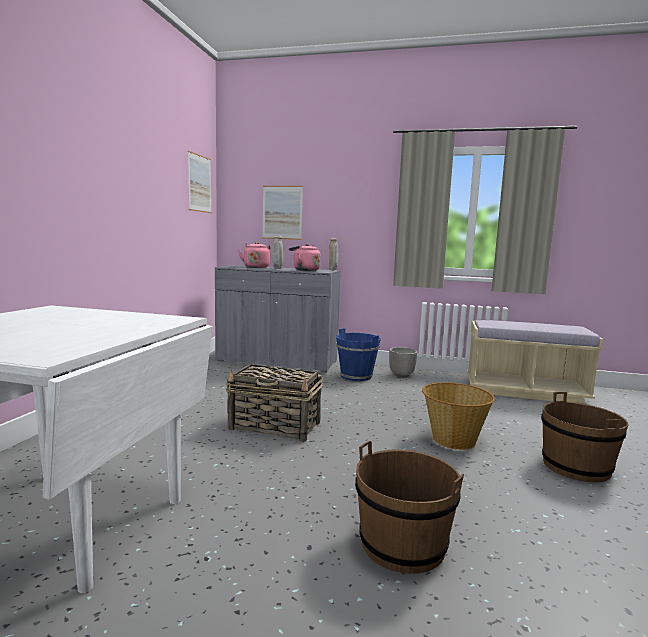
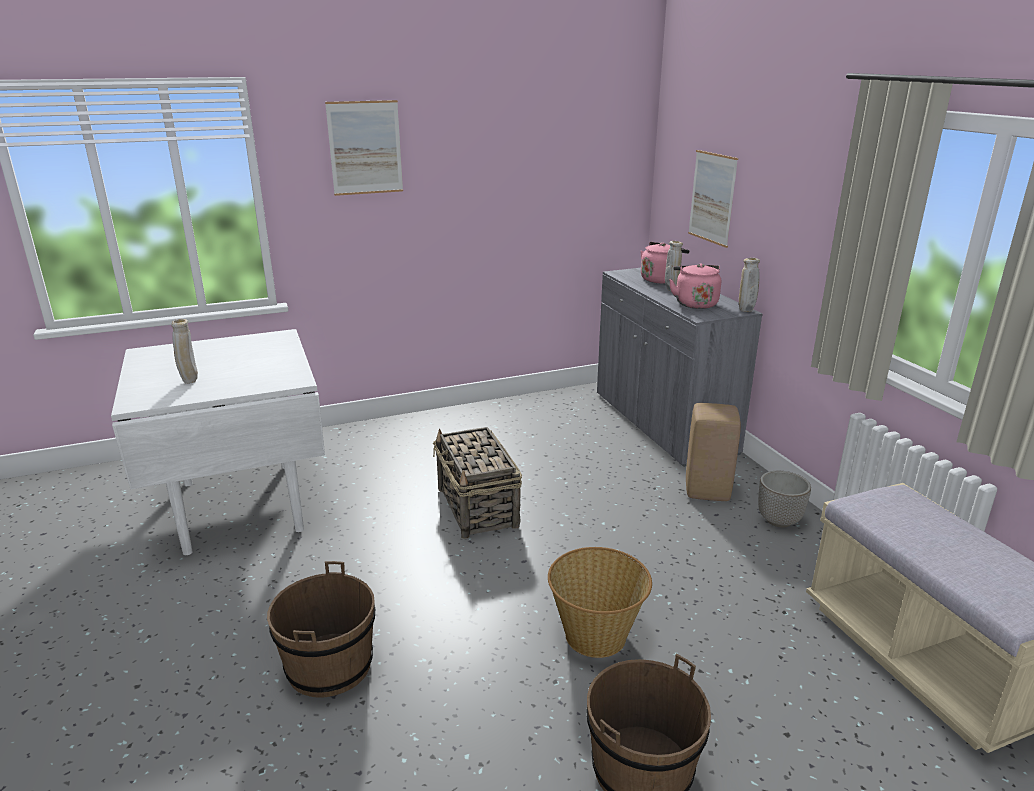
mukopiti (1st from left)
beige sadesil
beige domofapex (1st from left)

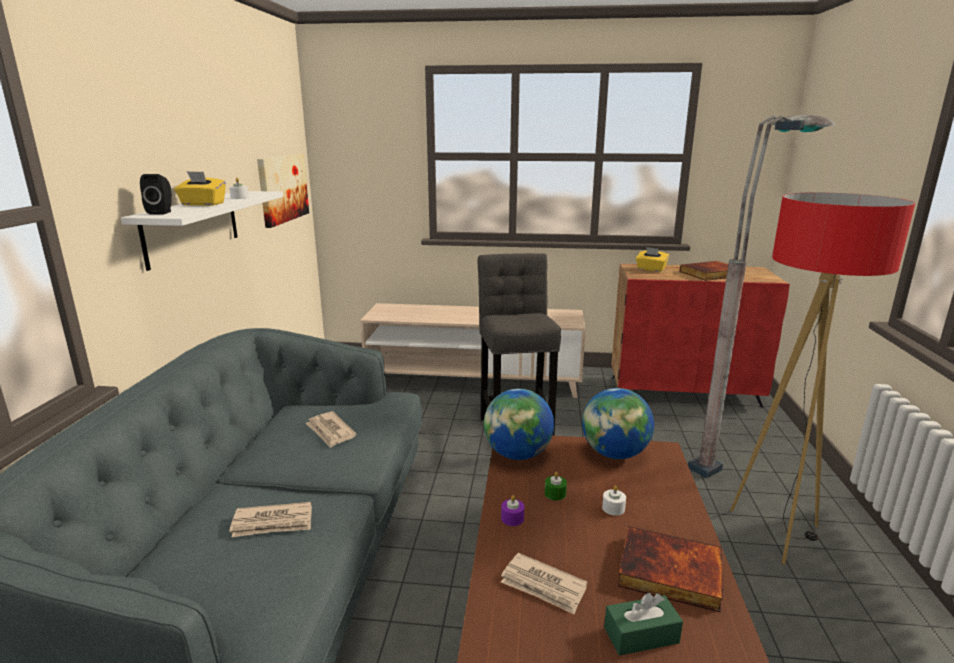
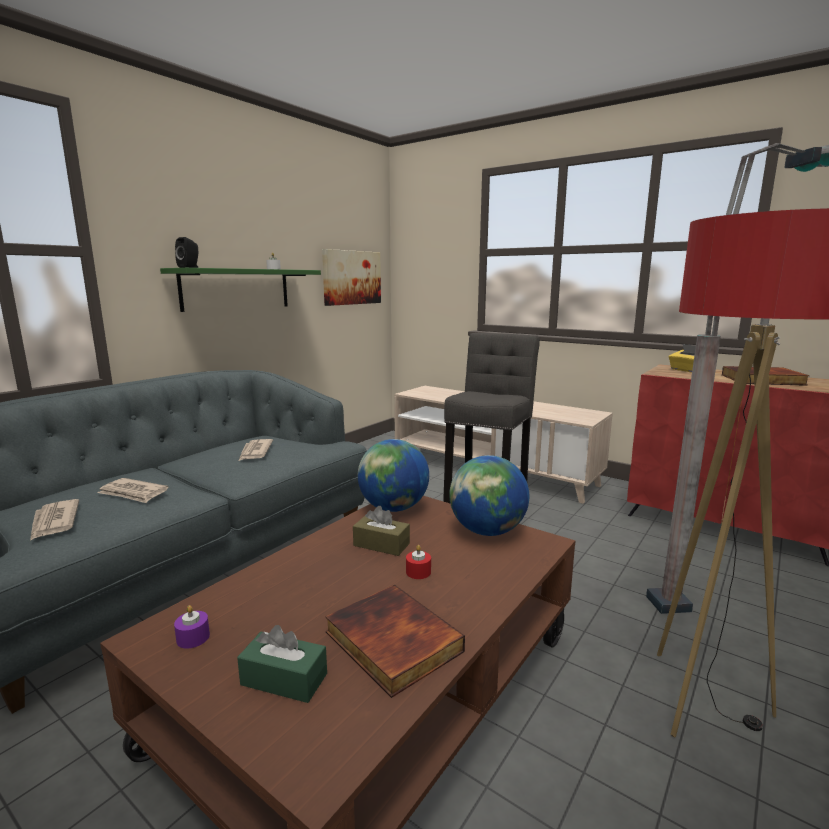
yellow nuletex (1st from left in the first image)
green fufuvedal
brown nuletex
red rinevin
purple rinevin
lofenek (1st from left)

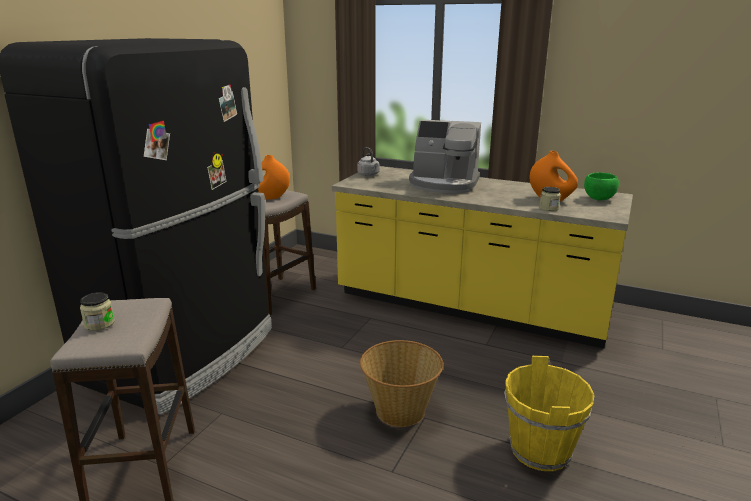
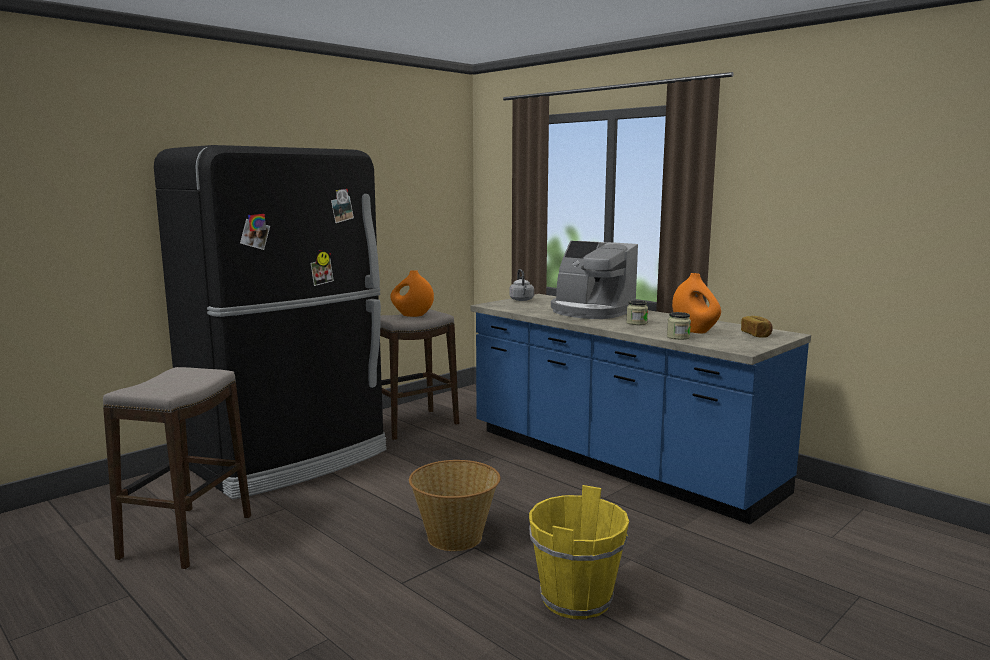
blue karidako
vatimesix
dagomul (1st from left)

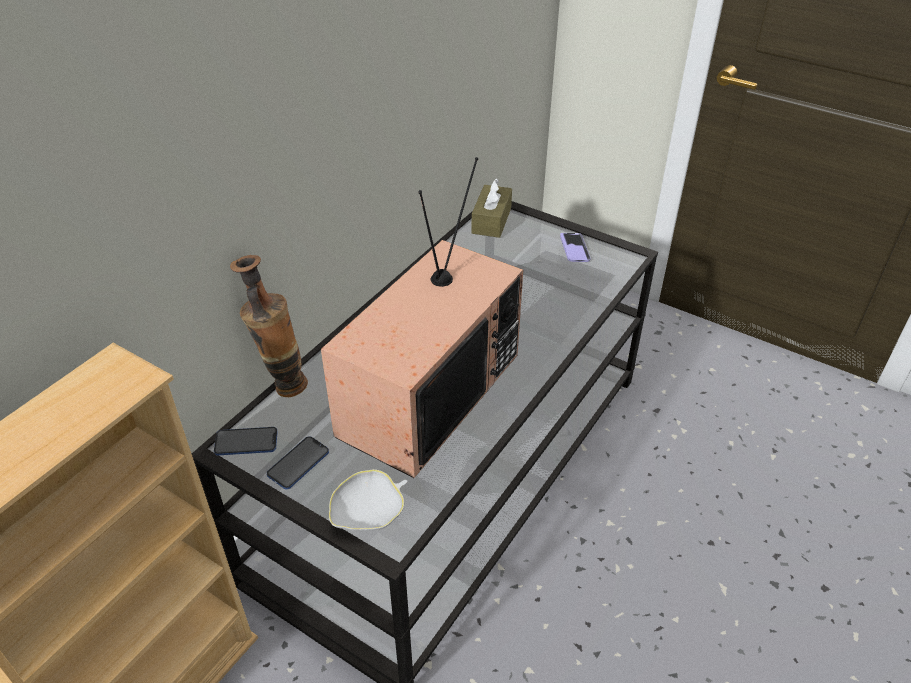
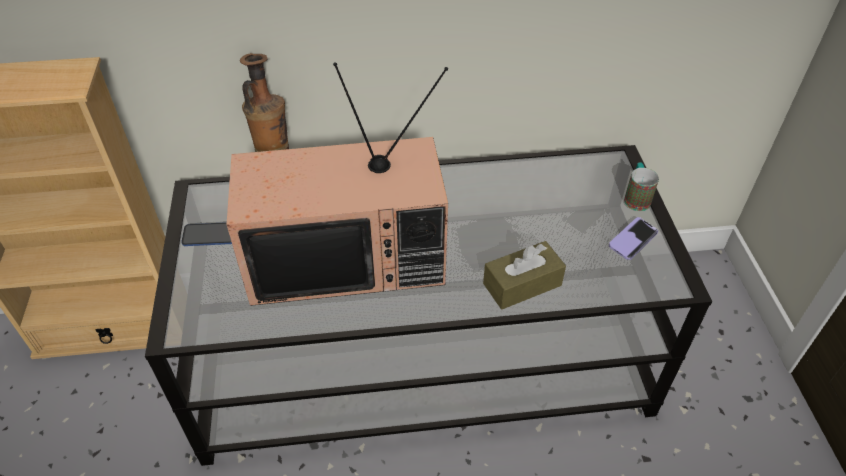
brown nuletex
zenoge (1st from left in the first image)
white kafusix
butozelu

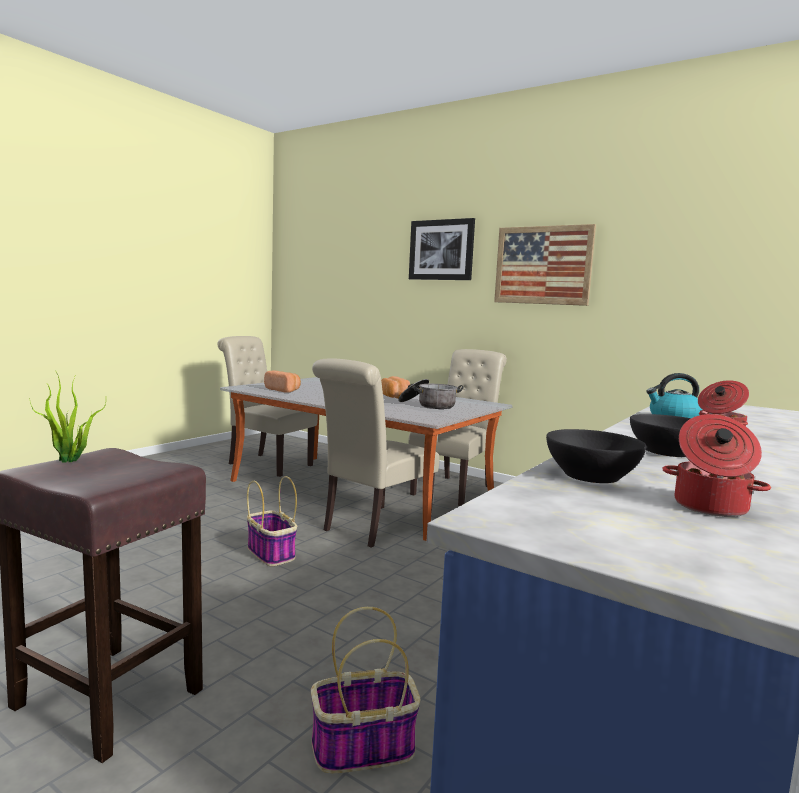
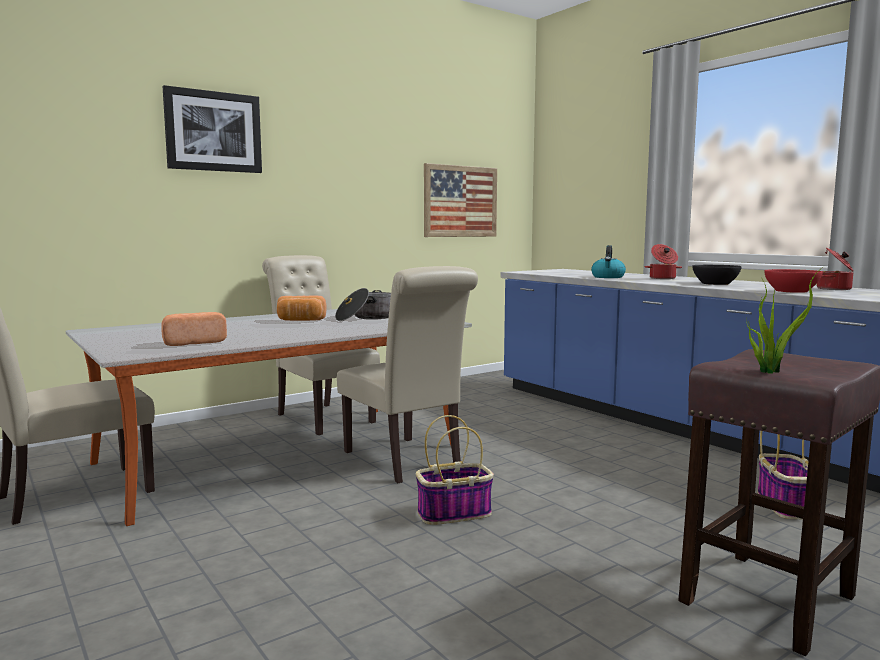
mukopiti (2nd from left)
red kafusix

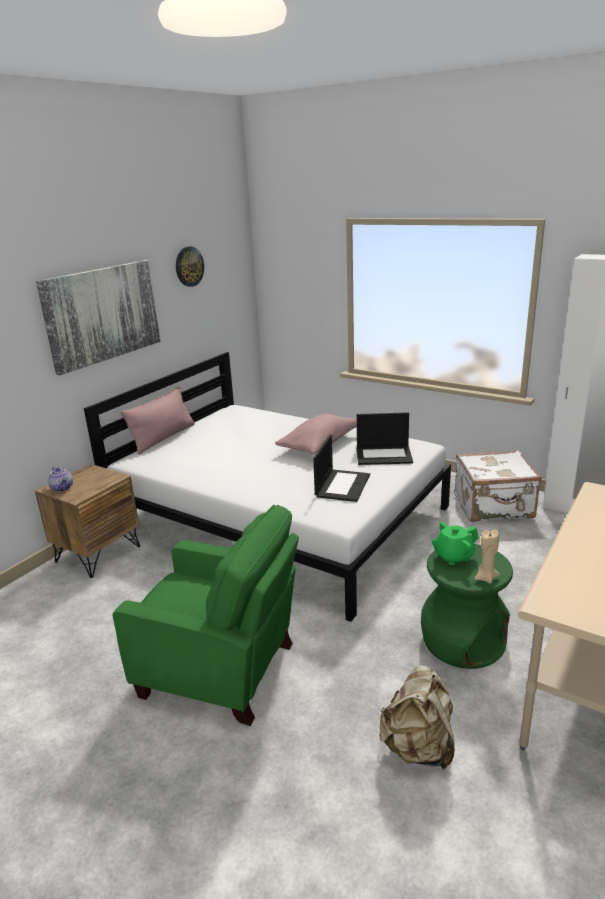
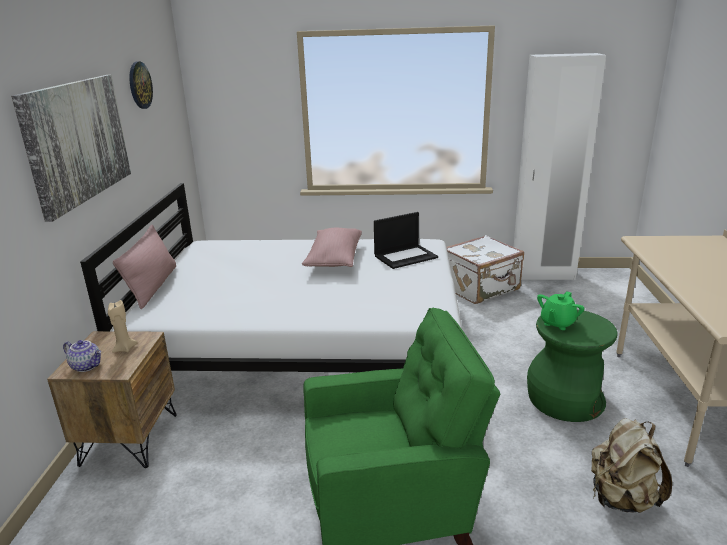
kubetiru (1st from left in the first image)
beige rinevin

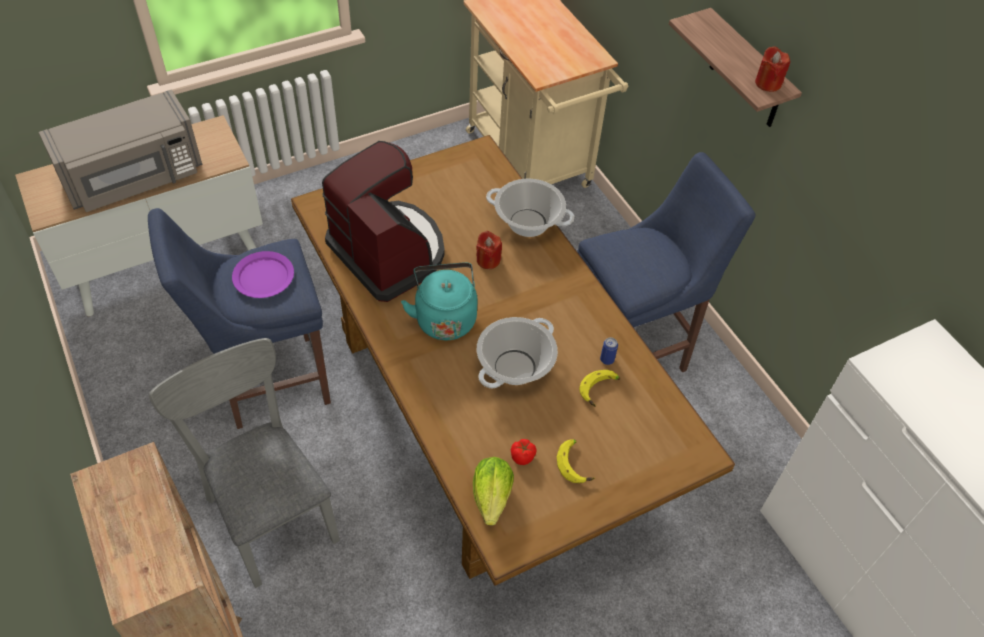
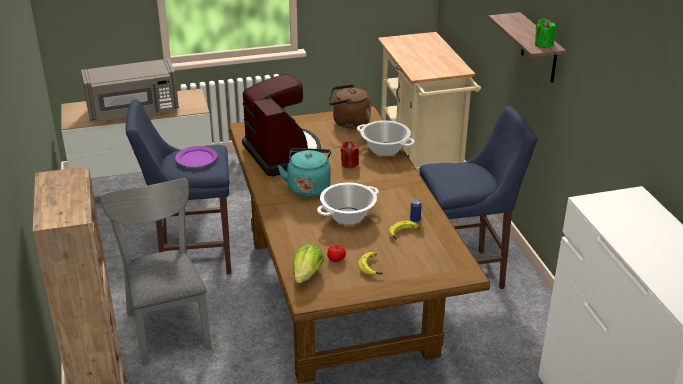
green rinevin
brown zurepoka

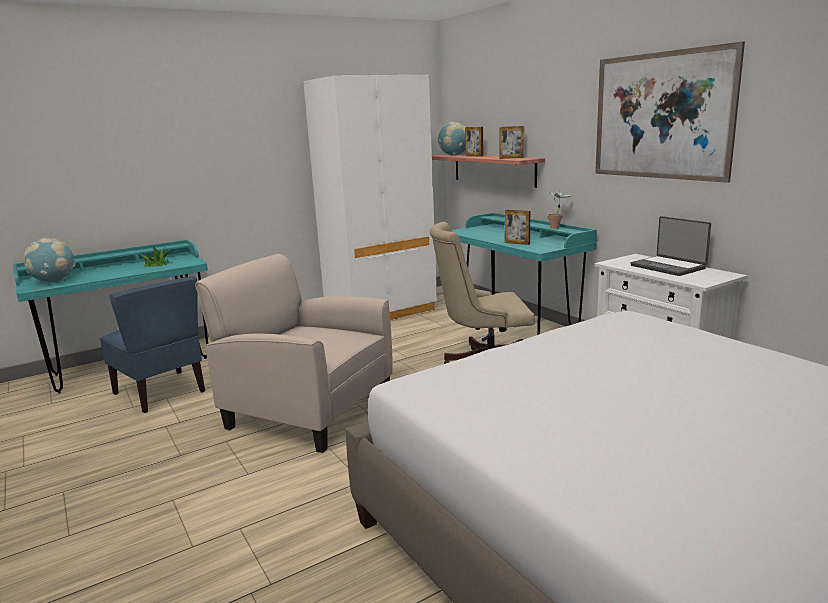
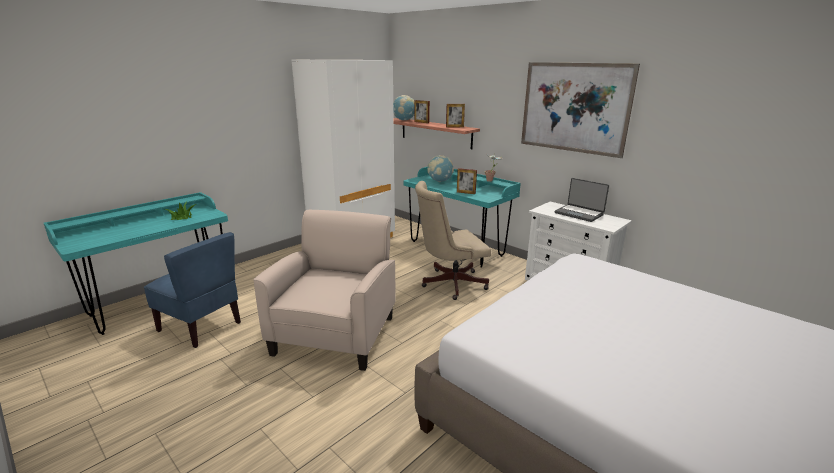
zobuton (2nd from left)
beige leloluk

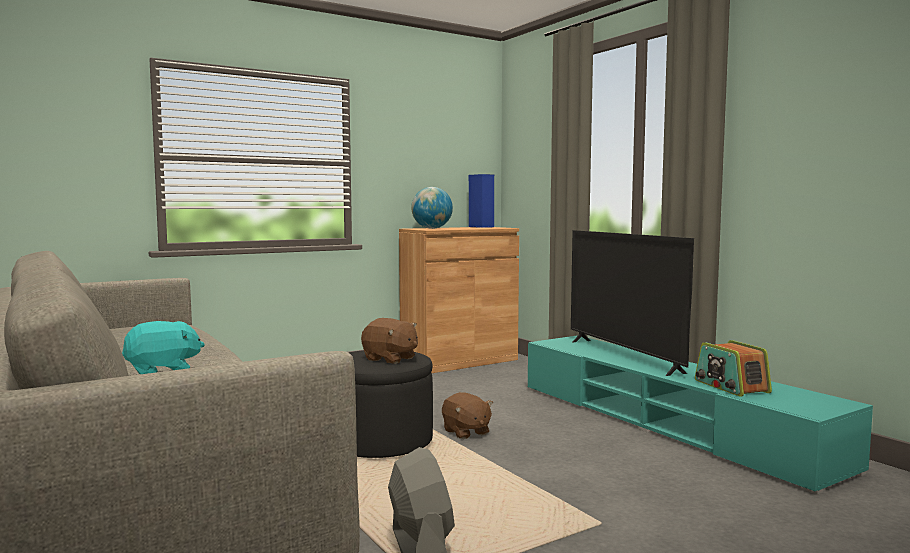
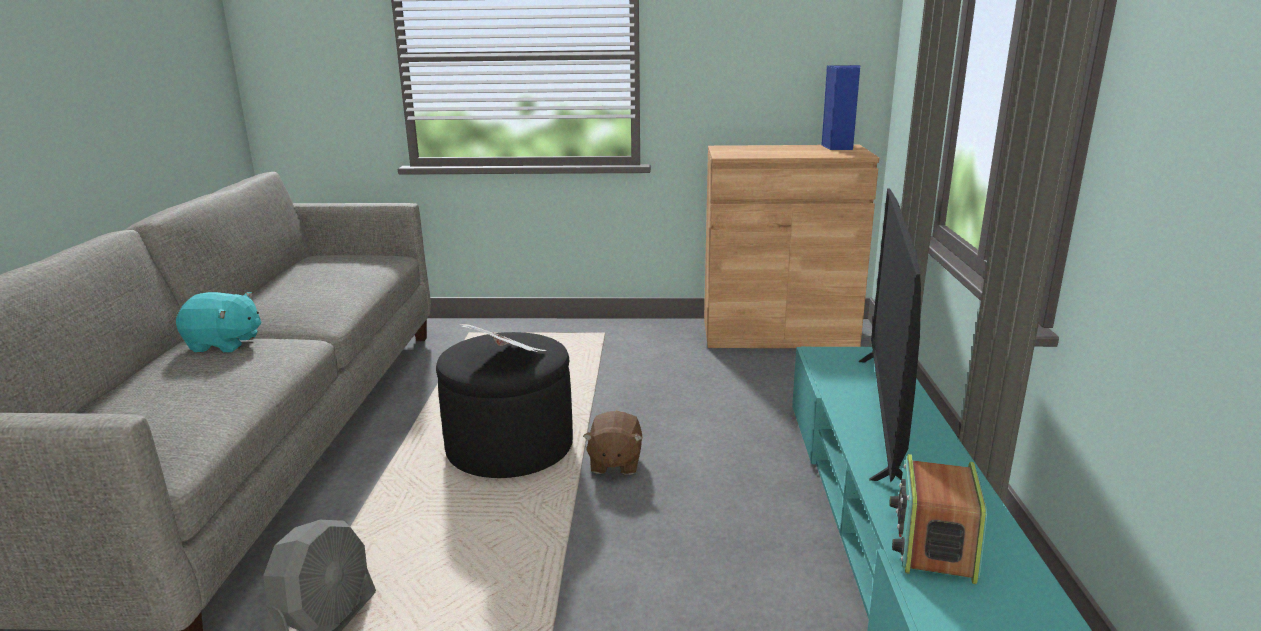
zobuton
lofenek

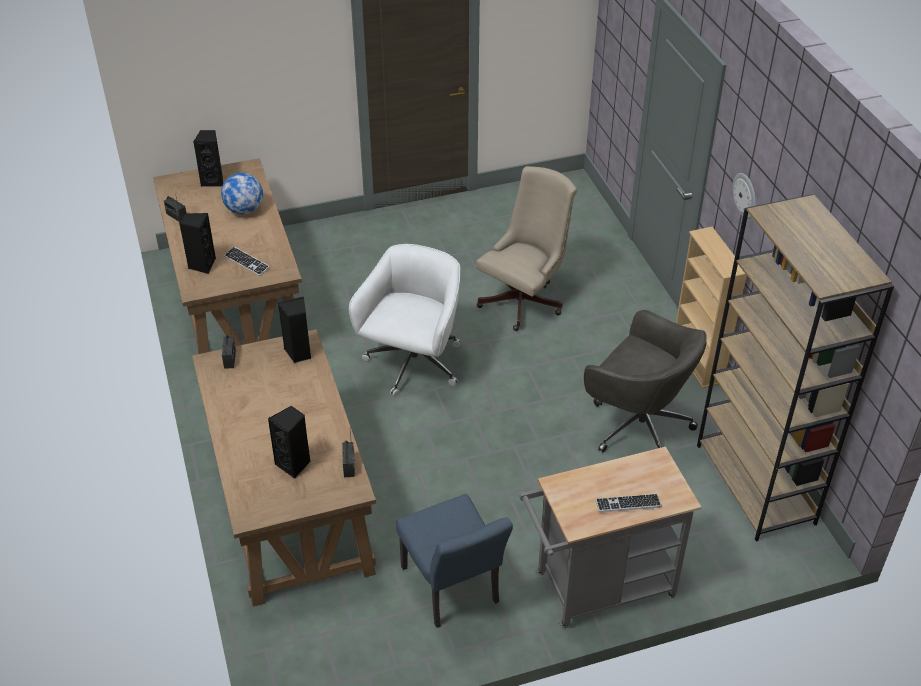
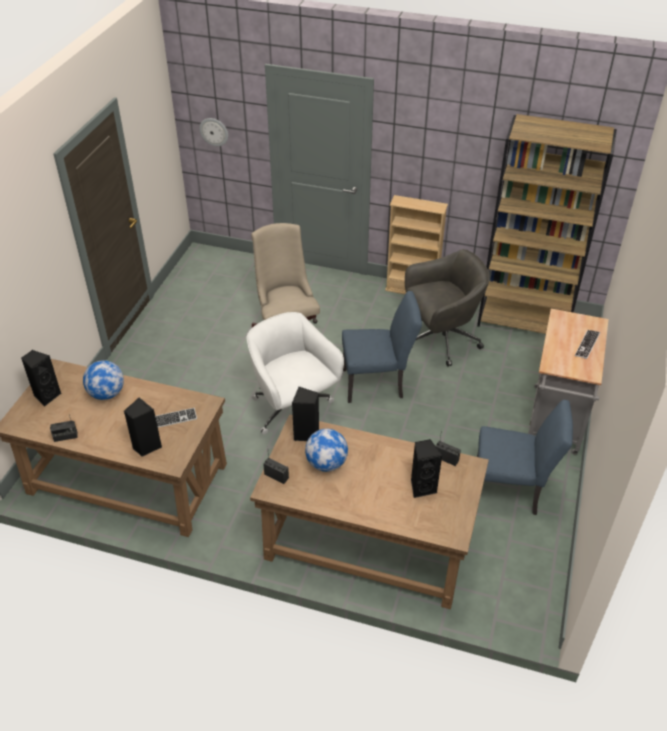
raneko
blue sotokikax (1st from left)
zobuton (2nd from left)

